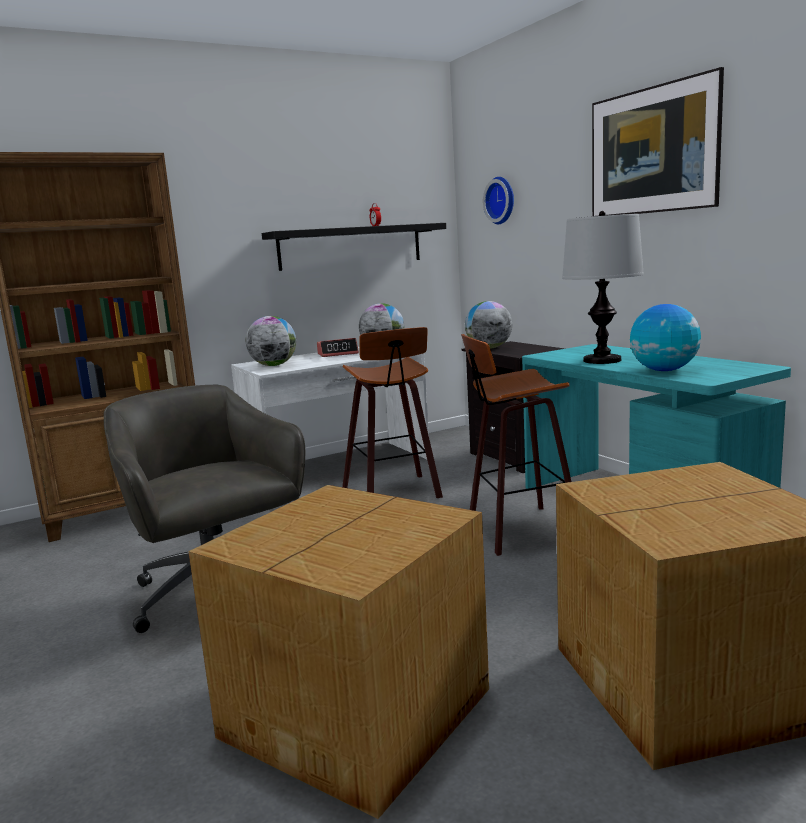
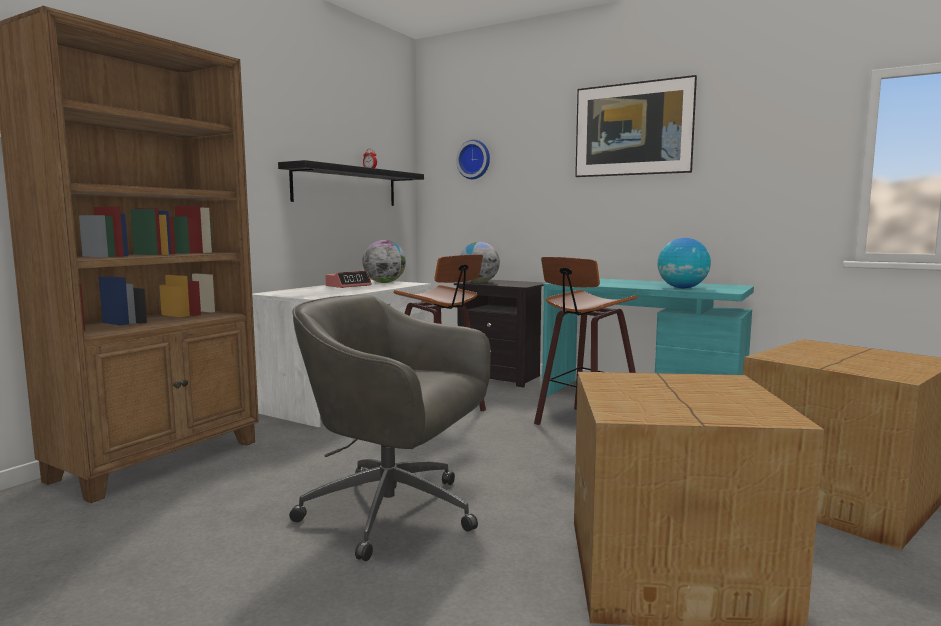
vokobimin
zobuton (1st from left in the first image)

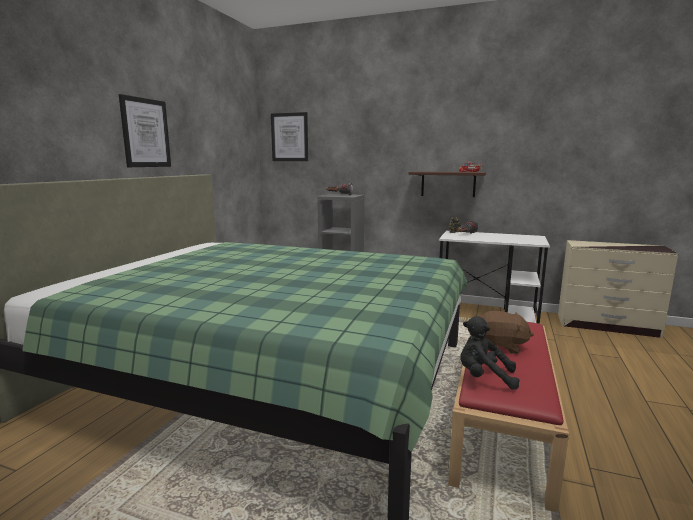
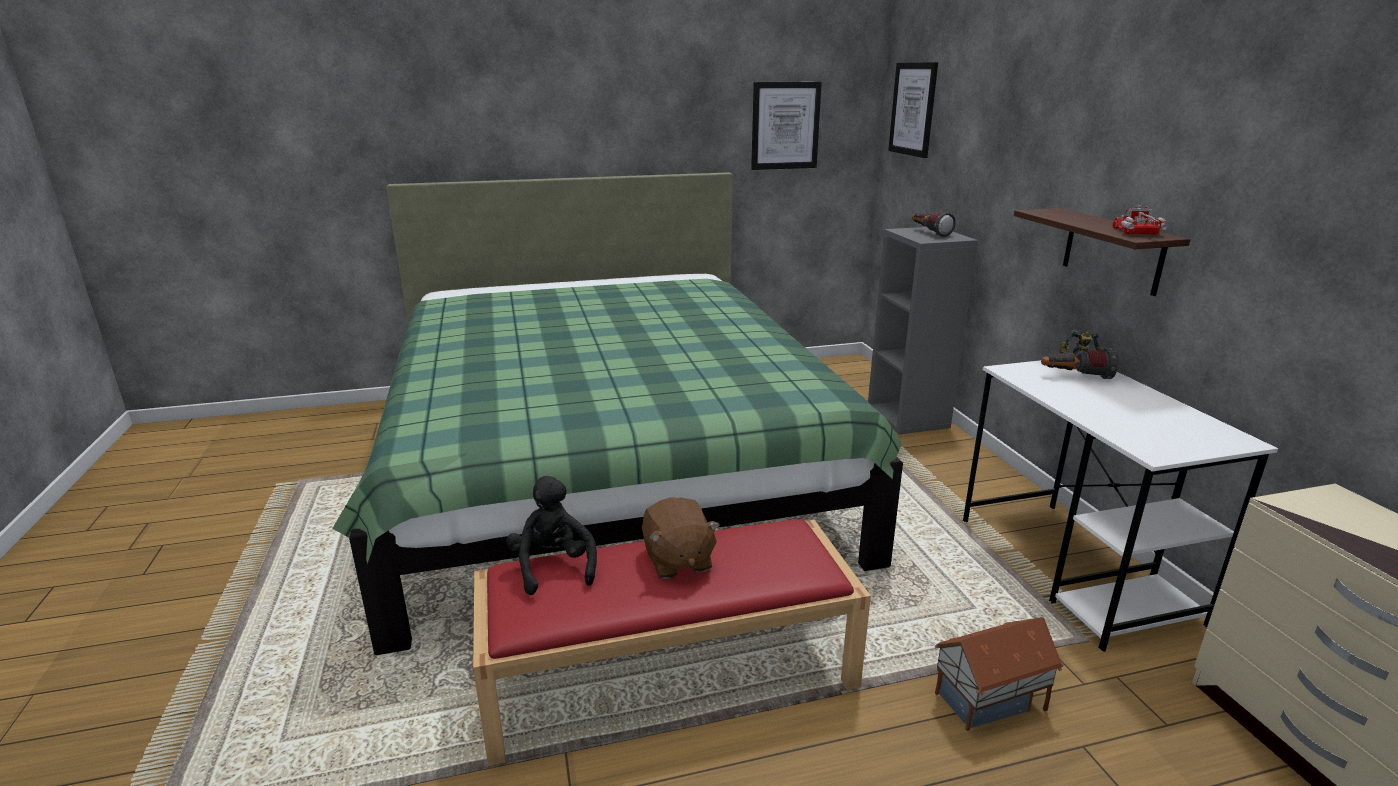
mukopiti (1st from left)
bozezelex

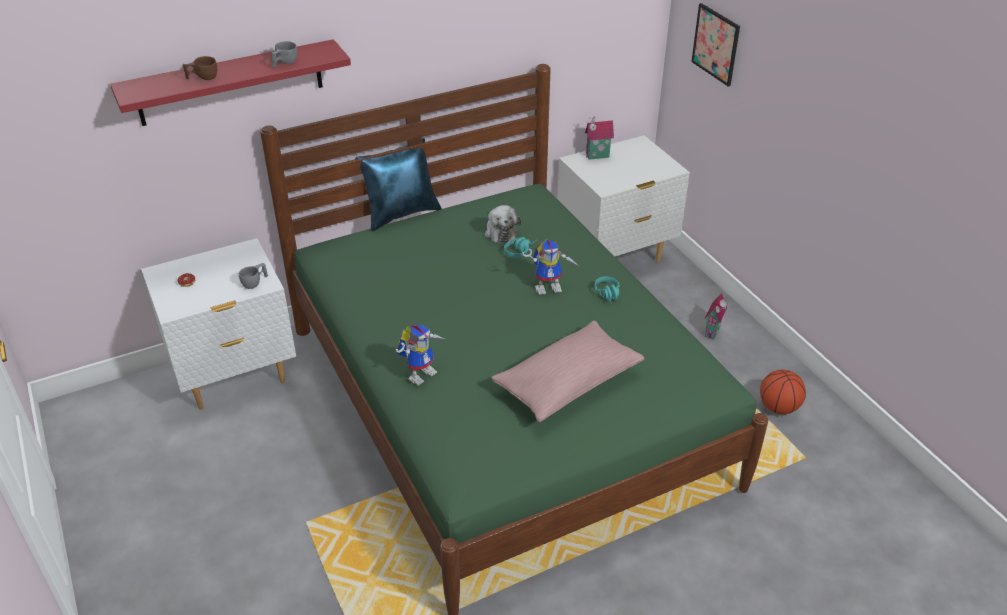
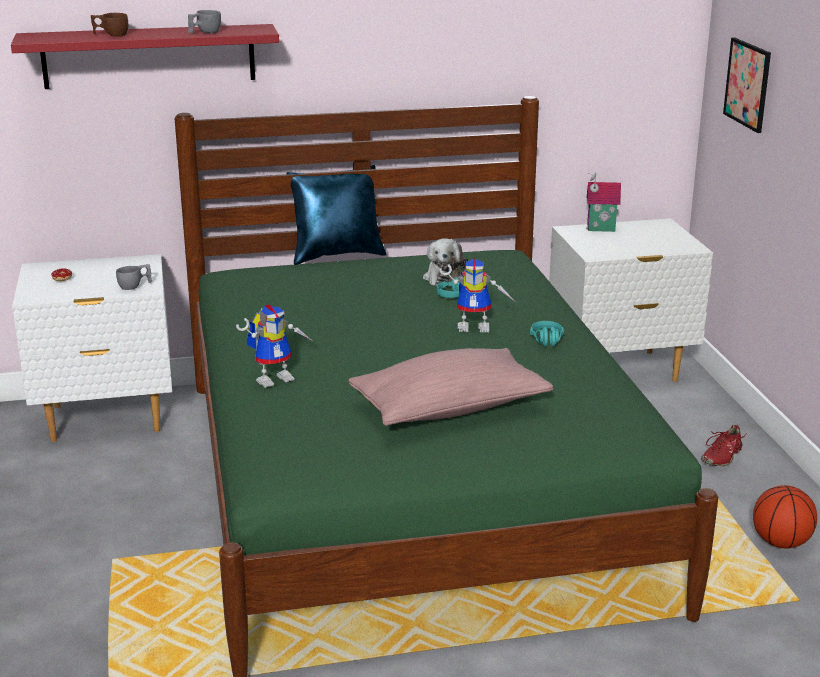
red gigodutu

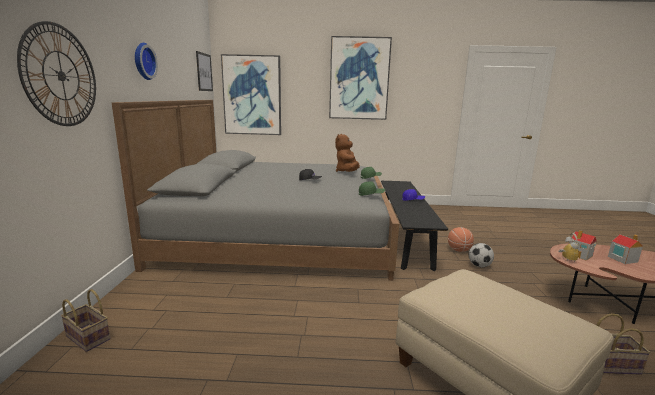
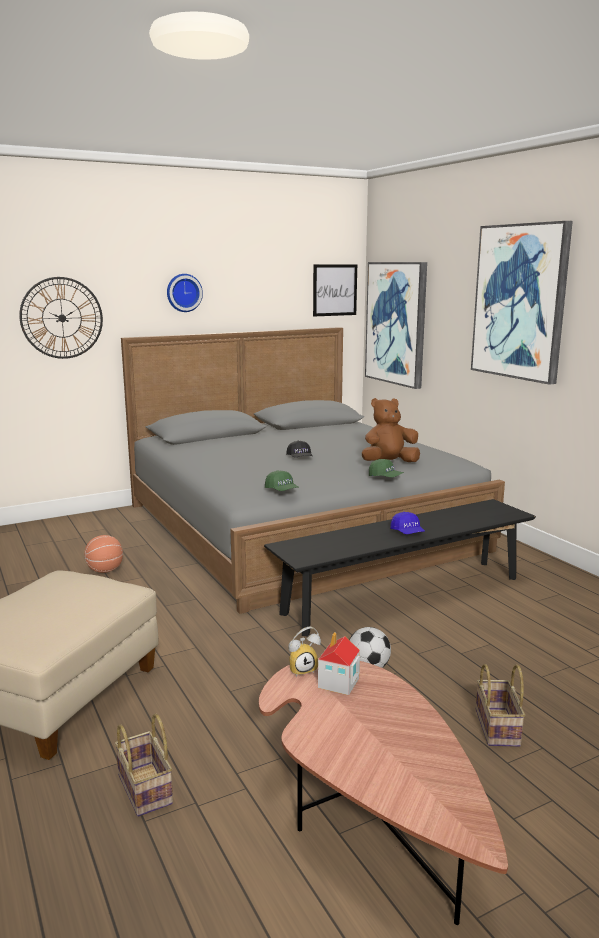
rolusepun
bozezelex (2nd from left in the first image)
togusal (2nd from left)

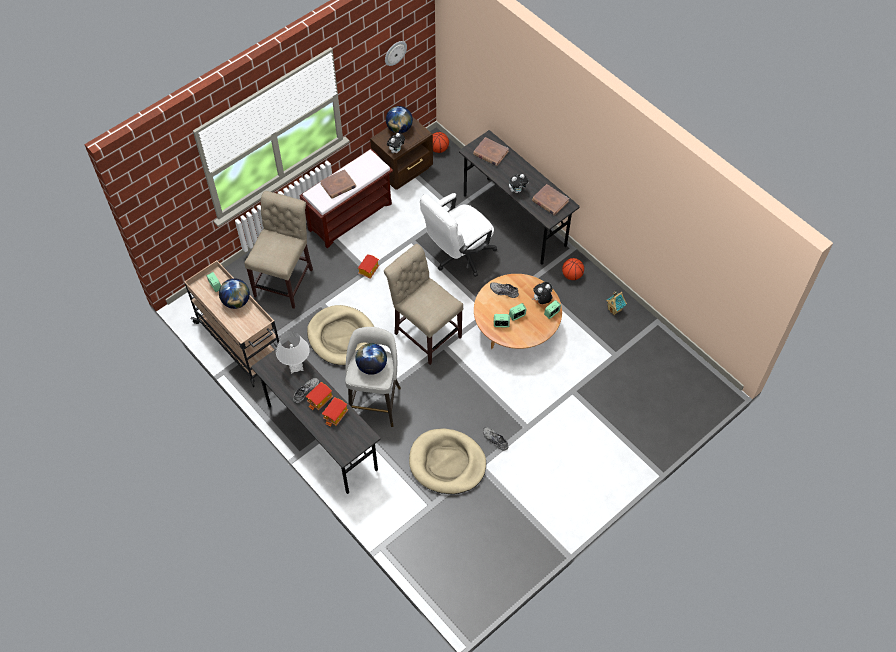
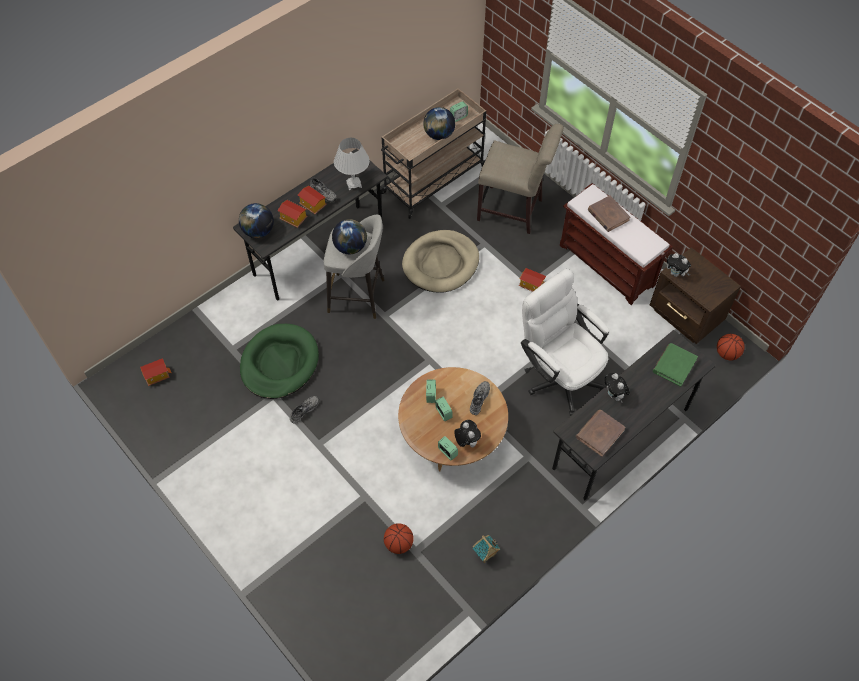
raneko
zobuton (1st from left)
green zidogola
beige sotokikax (2nd from left in the first image)
rolusepun (1st from left)
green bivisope
bozezelex (1st from left)

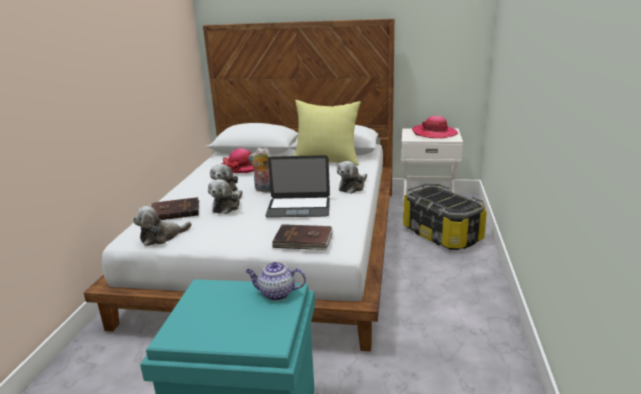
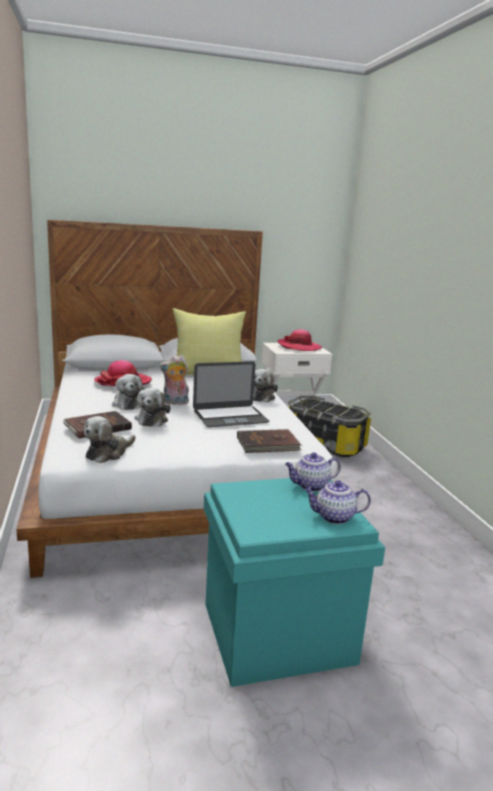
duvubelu (2nd from left)

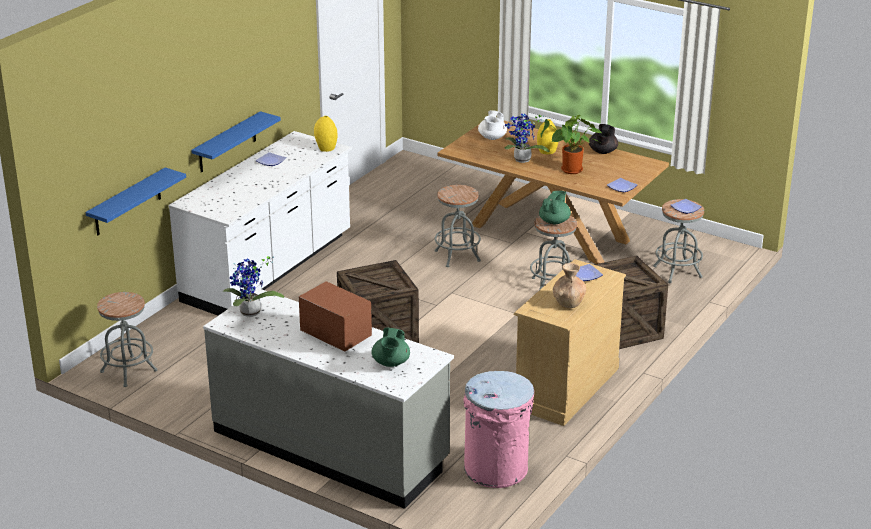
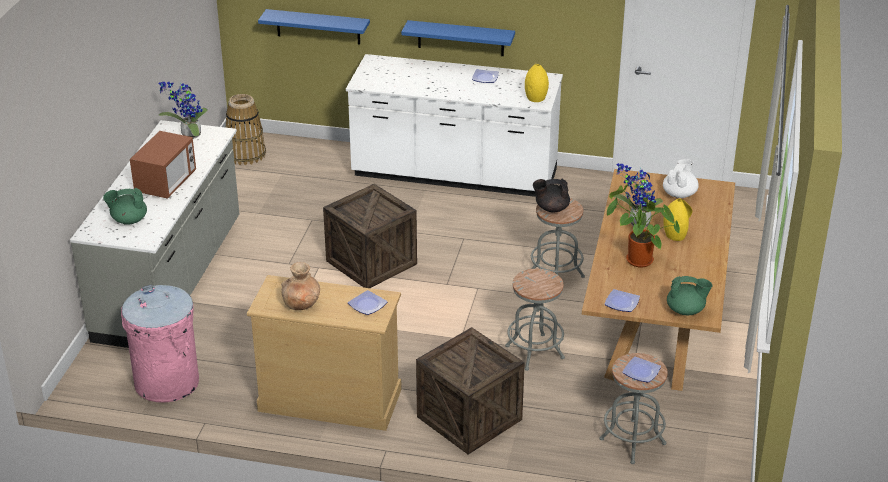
white duvubelu
black duvubelu
green duvubelu (2nd from left)
togusal

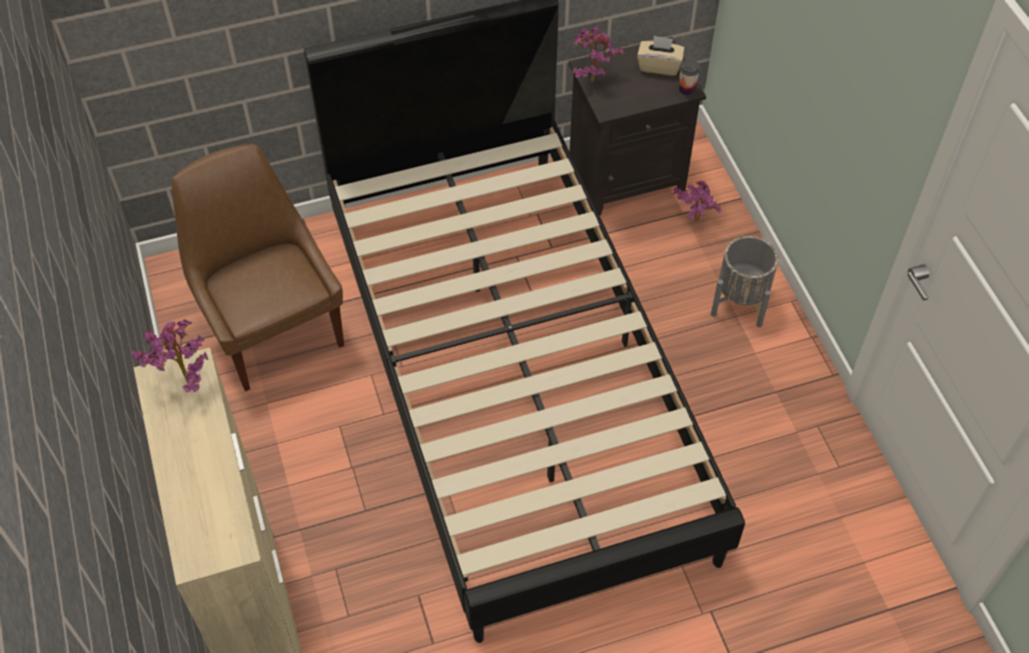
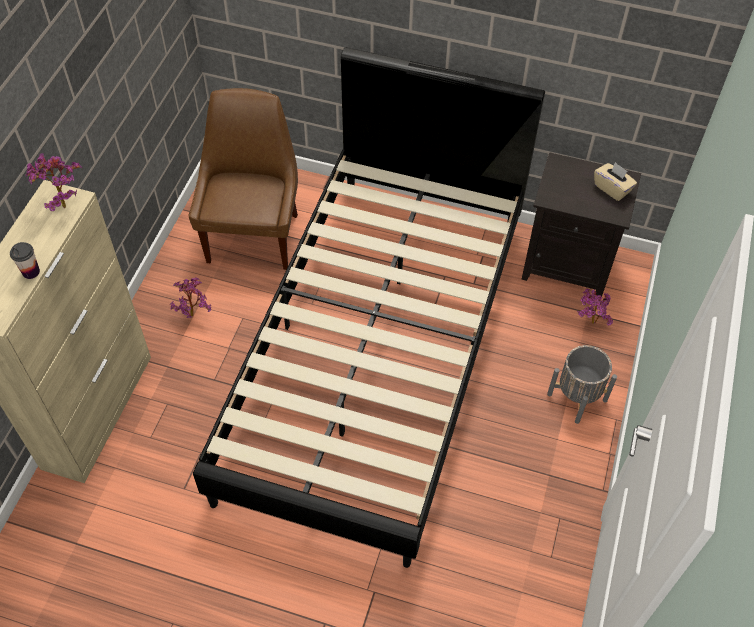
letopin (2nd from left)
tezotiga

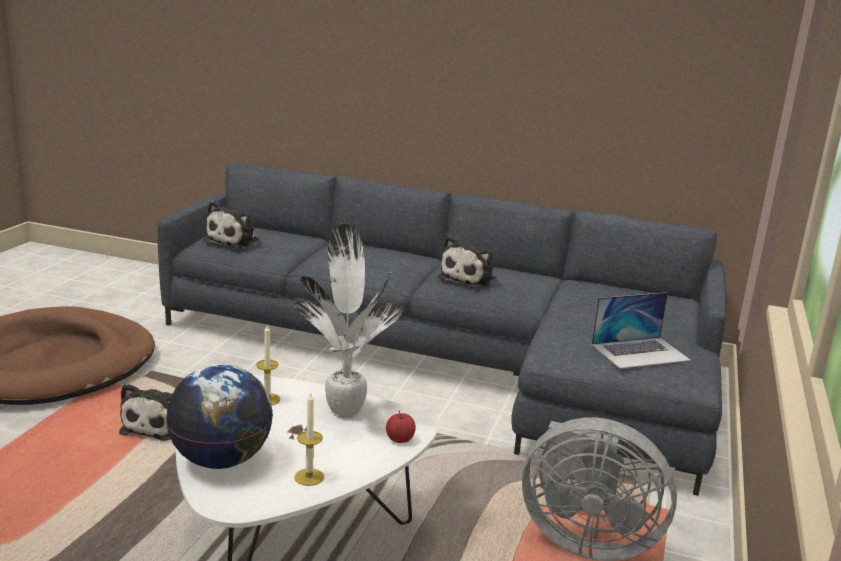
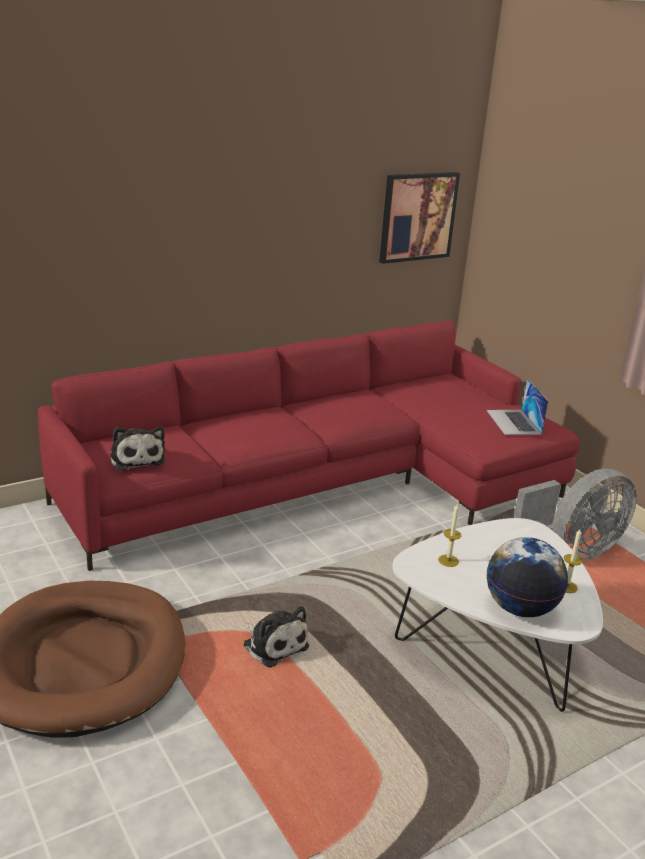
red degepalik
letopin
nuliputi (3rd from left in the first image)
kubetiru
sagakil
mukopiti

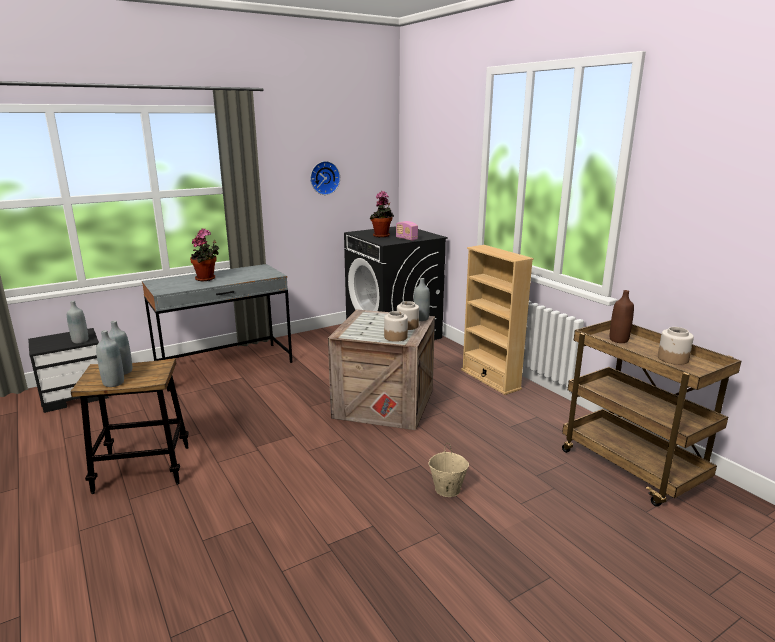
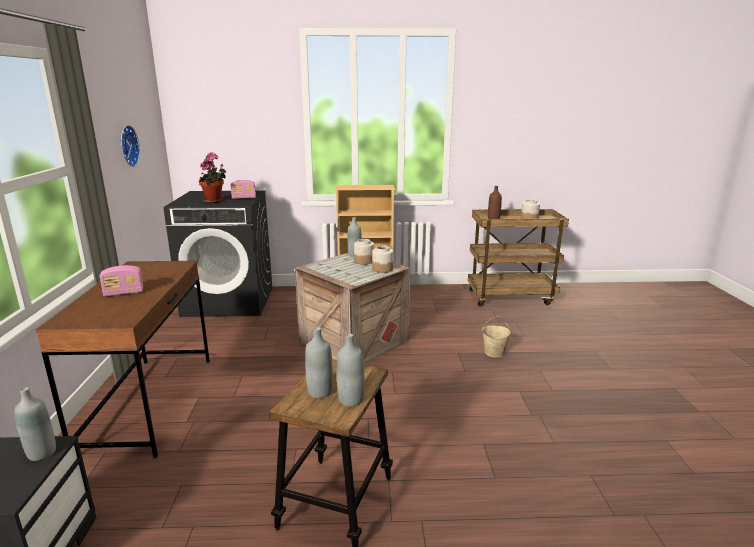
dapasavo (1st from left)
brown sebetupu

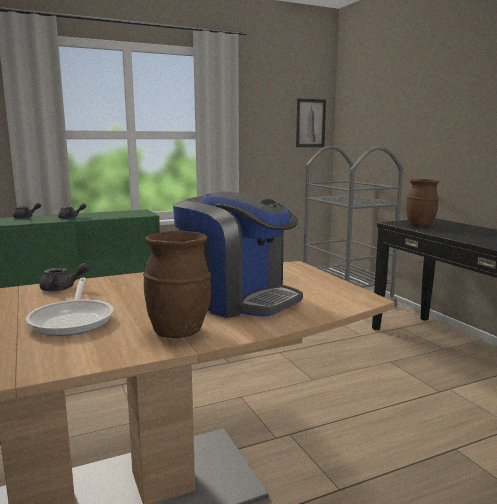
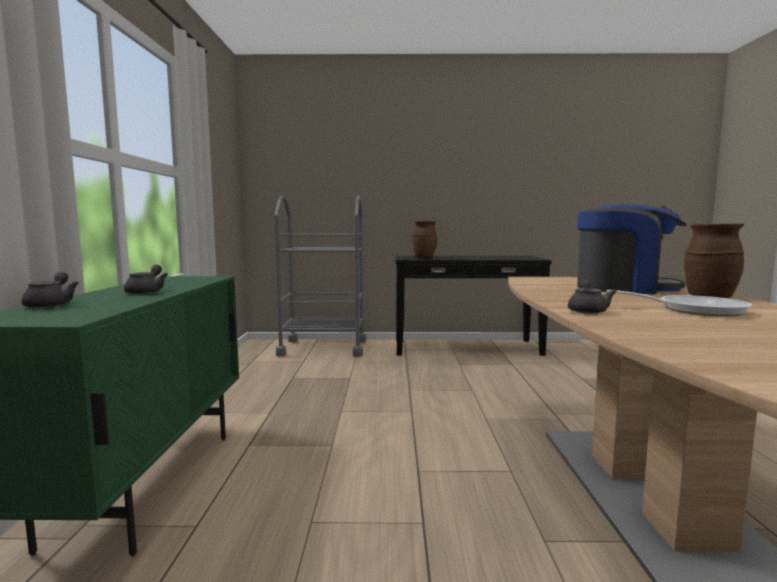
mukopiti
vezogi

